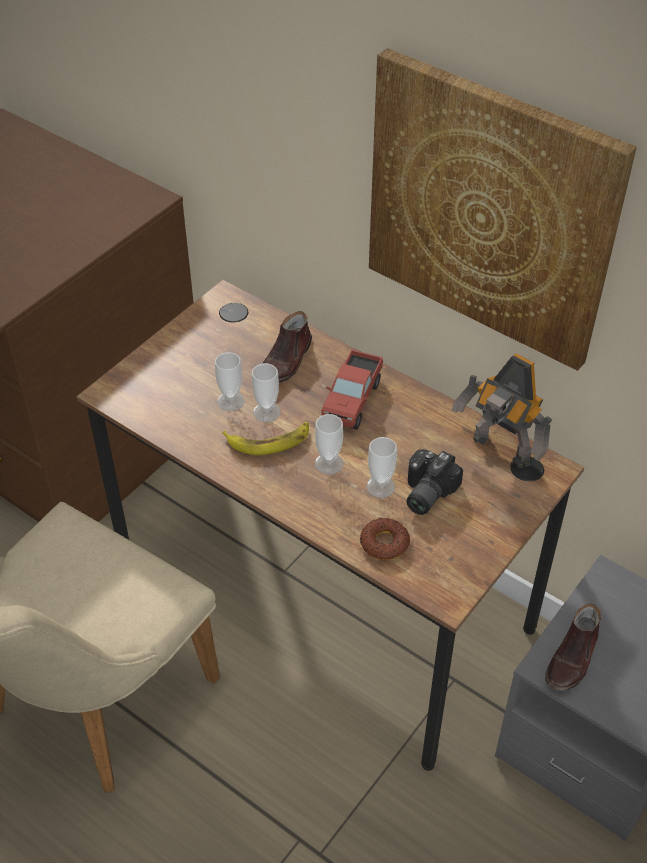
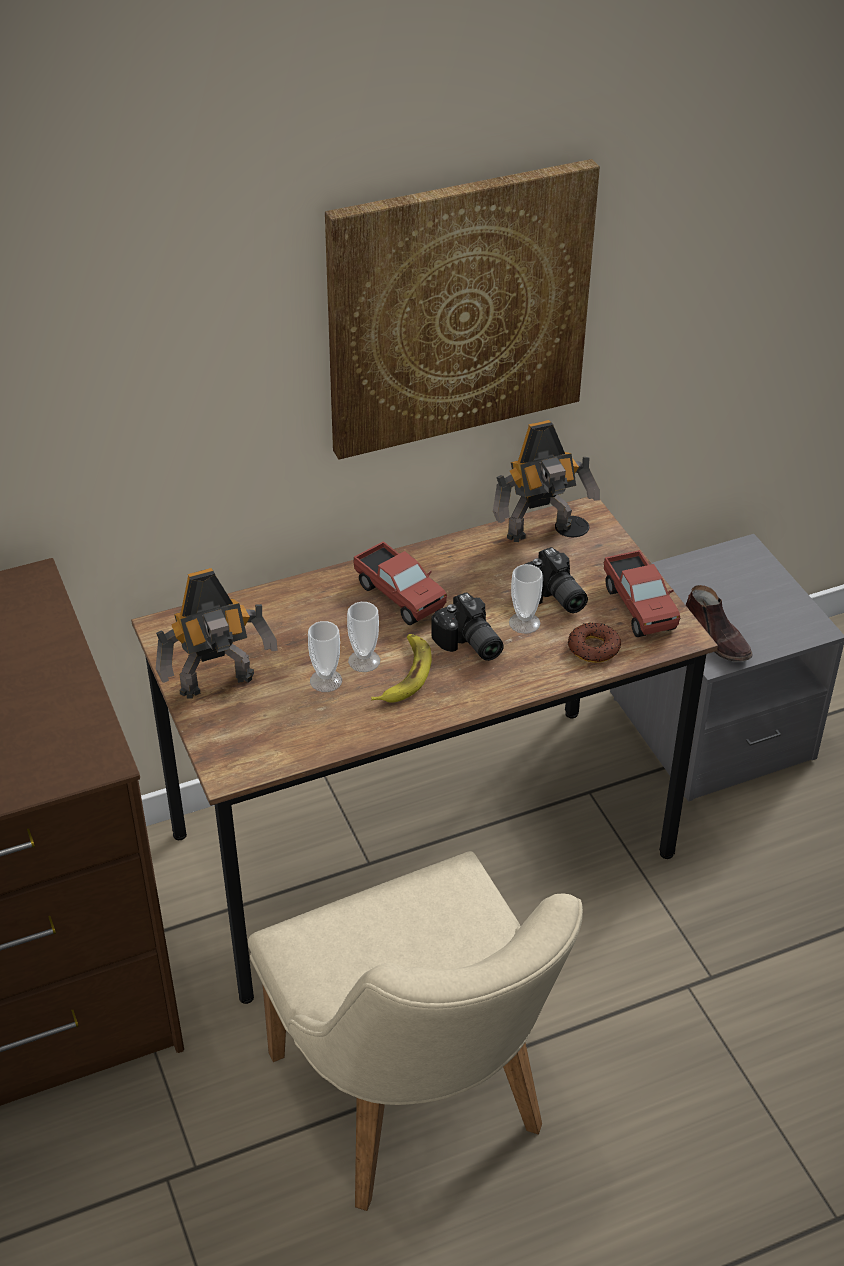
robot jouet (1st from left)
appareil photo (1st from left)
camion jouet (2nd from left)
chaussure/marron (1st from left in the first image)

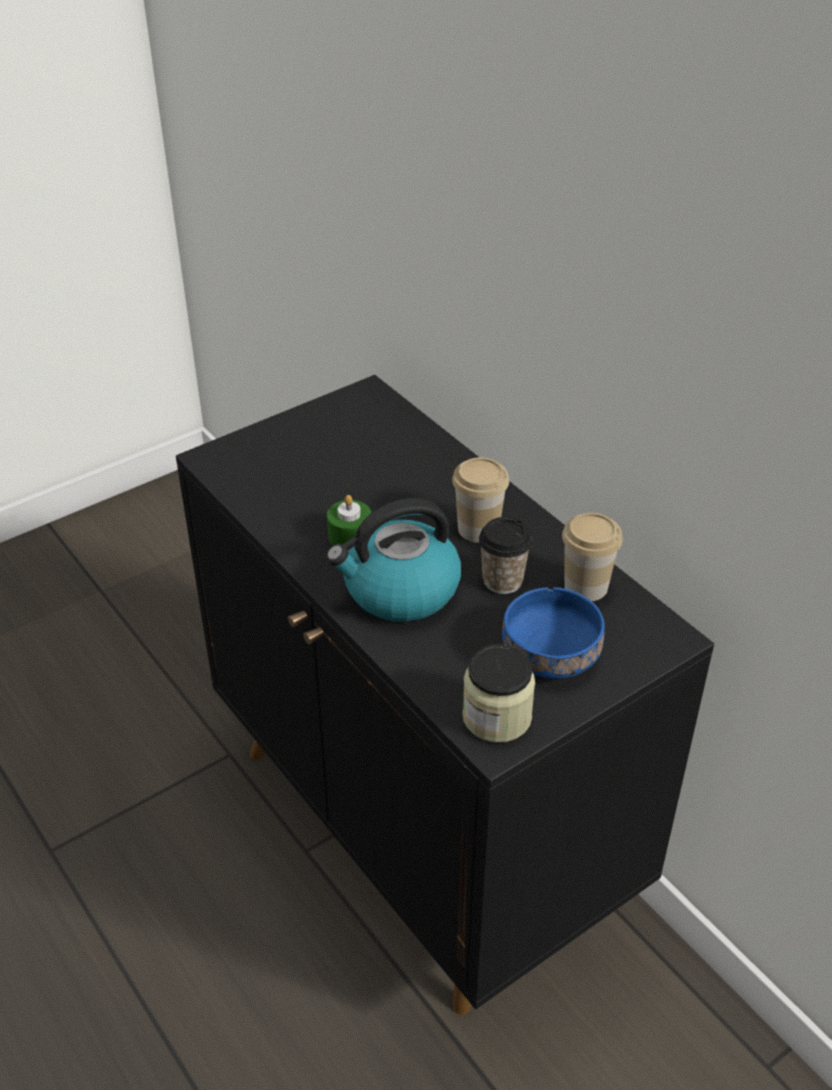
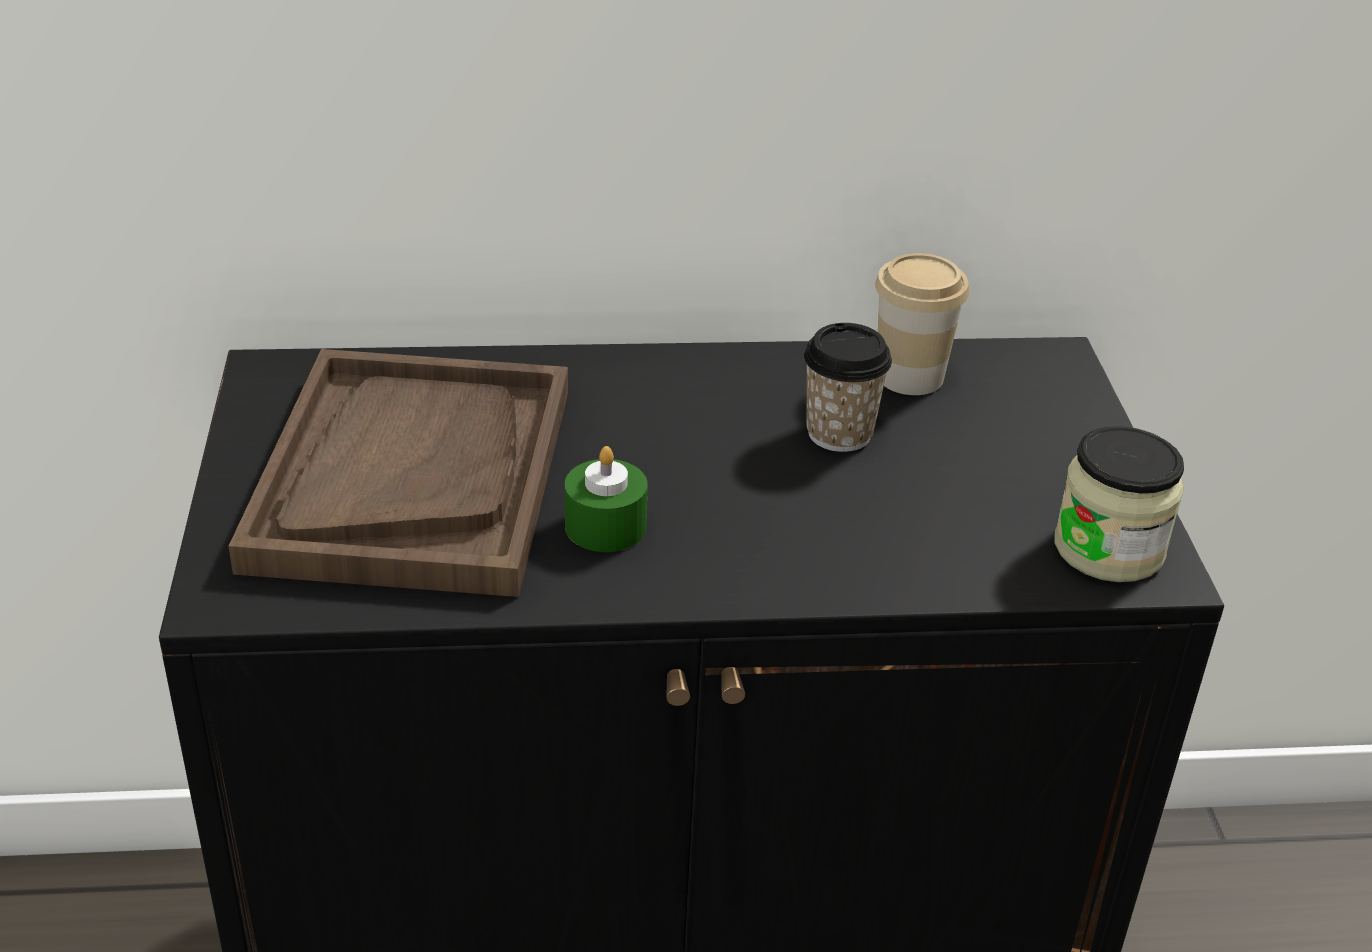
plateau/marron
bouilloire
tasse (1st from left in the first image)
bol/bleu

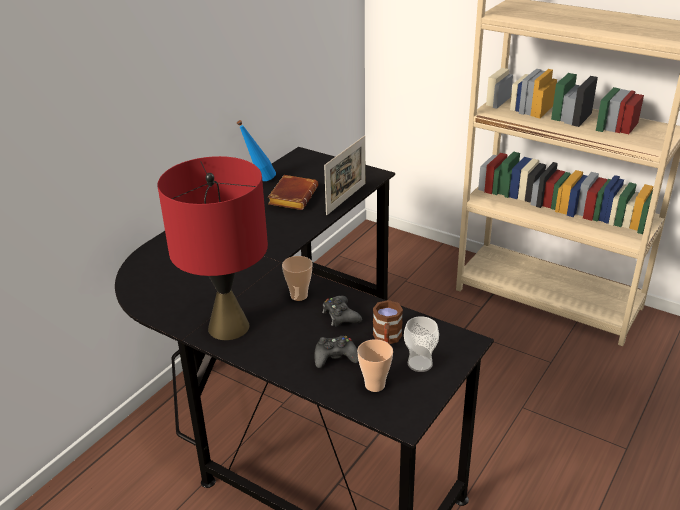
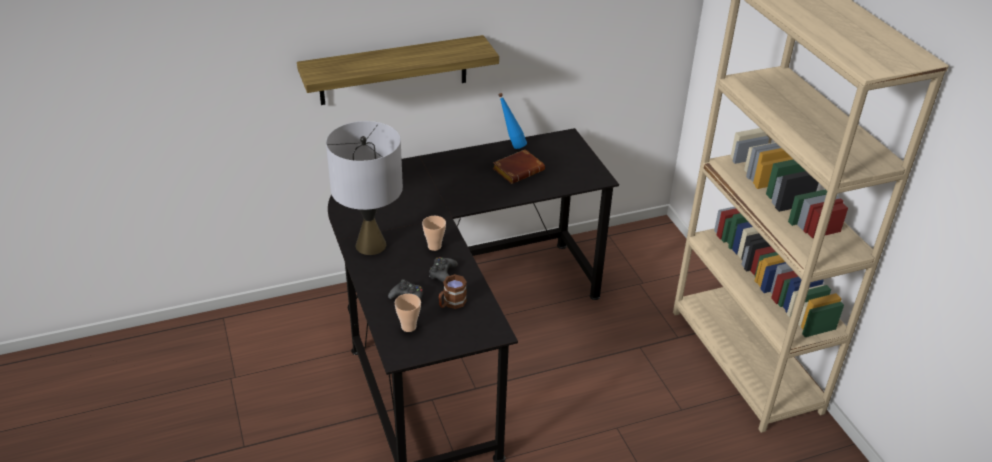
étagère
lampe de table/gris
cadre photo
tasse (3rd from left in the first image)

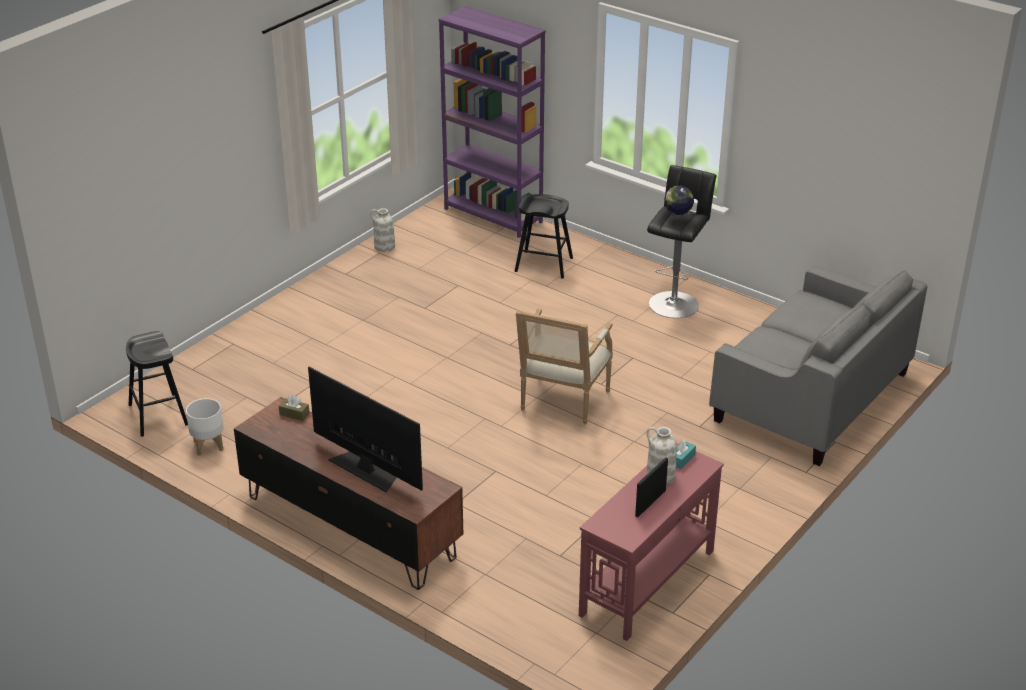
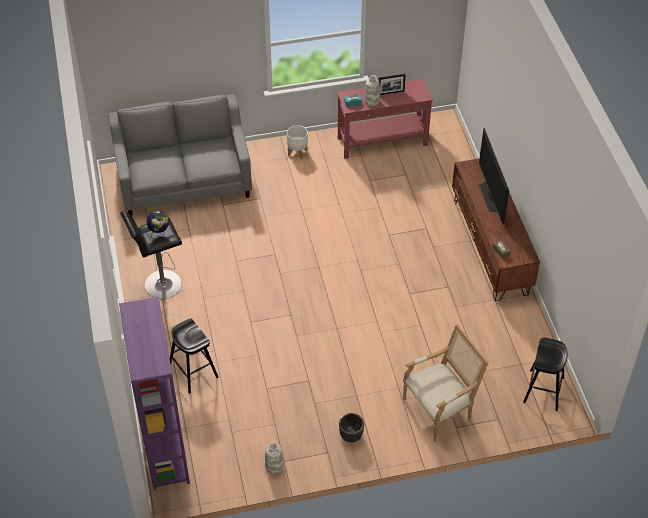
cache-pot/blanc
cache-pot/noir
fauteuil

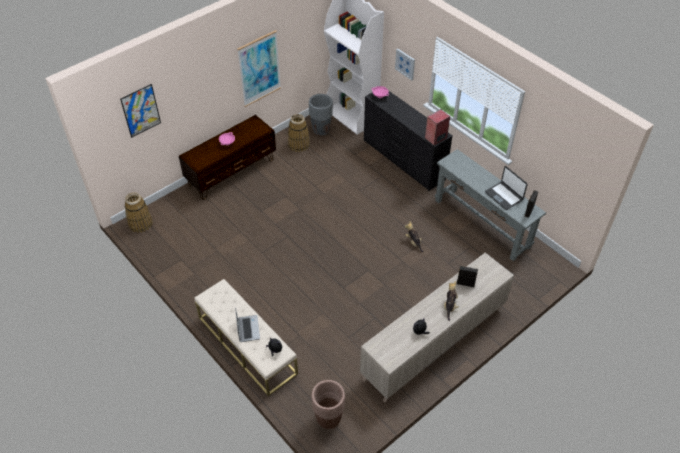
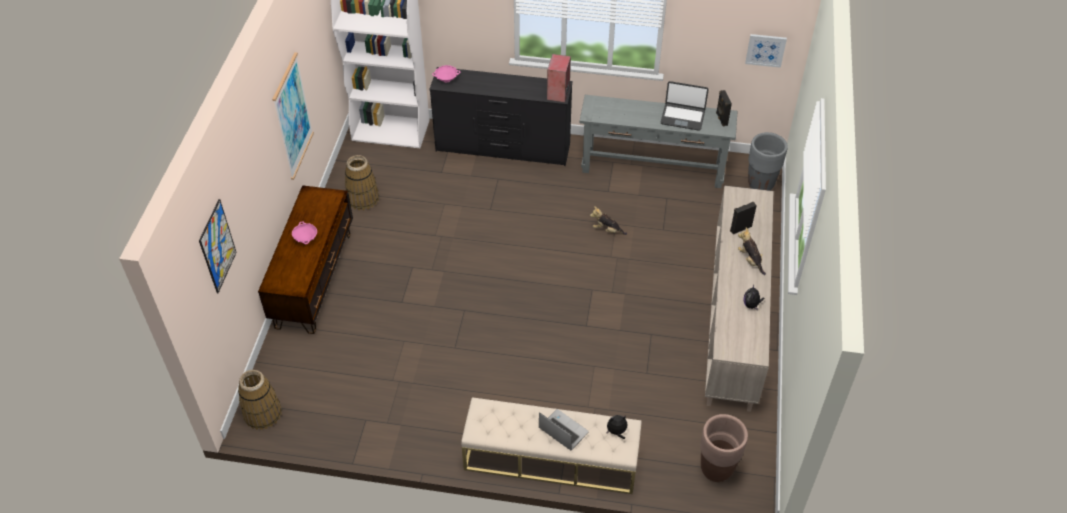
tableau (3rd from left)
cache-pot/gris

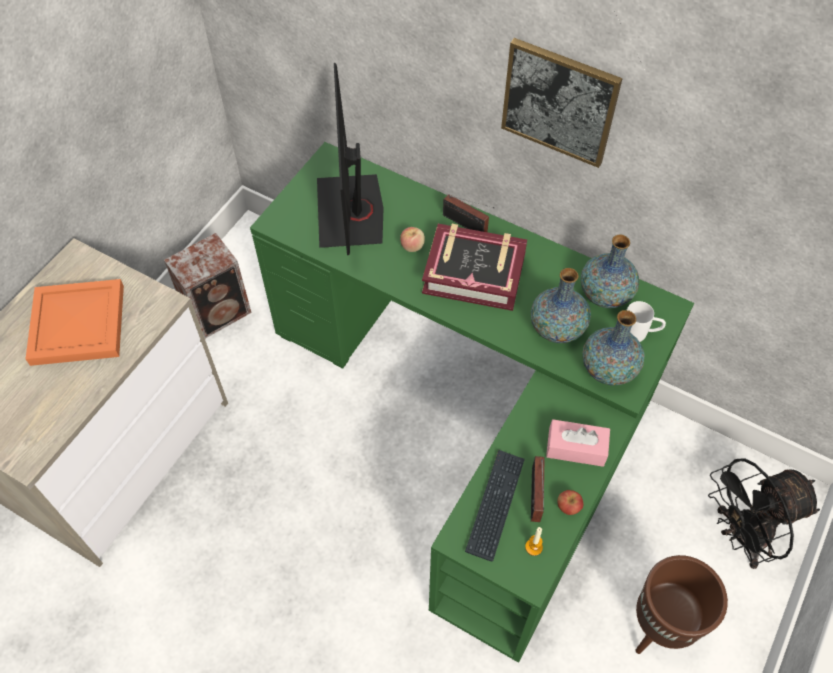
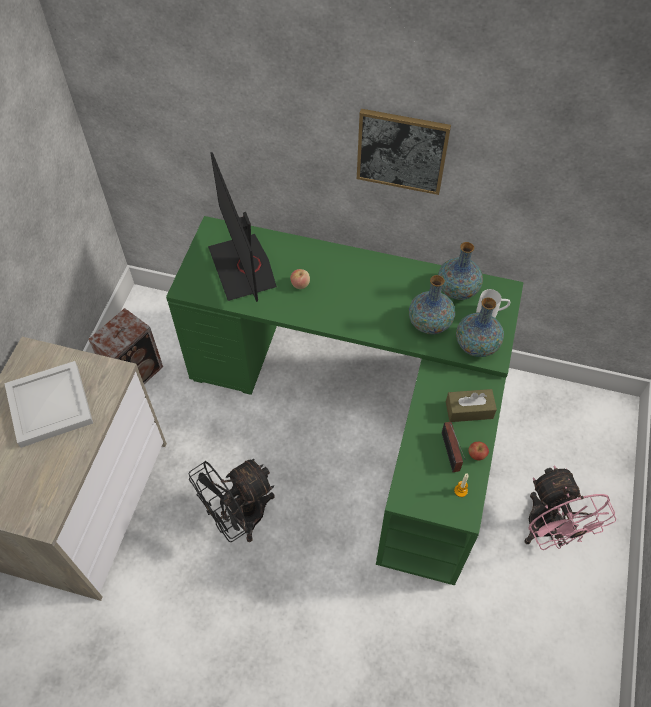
plateau/blanc
ventilateur/noir
boîte à mouchoirs/marron
ventilateur/rose
livre
radio (1st from left in the first image)
clavier

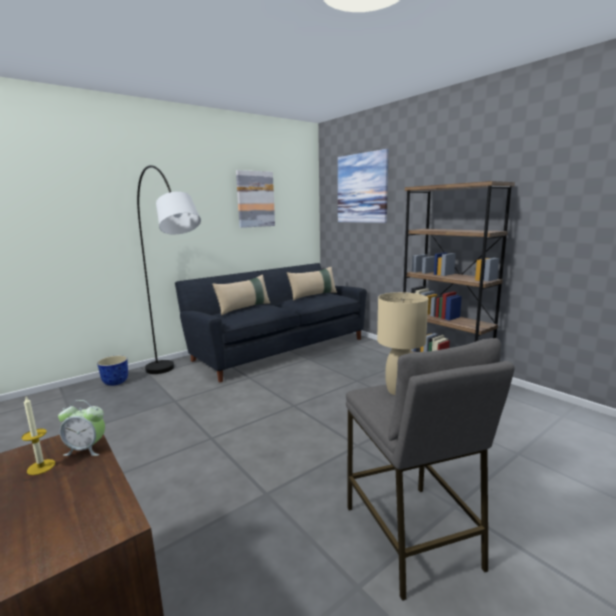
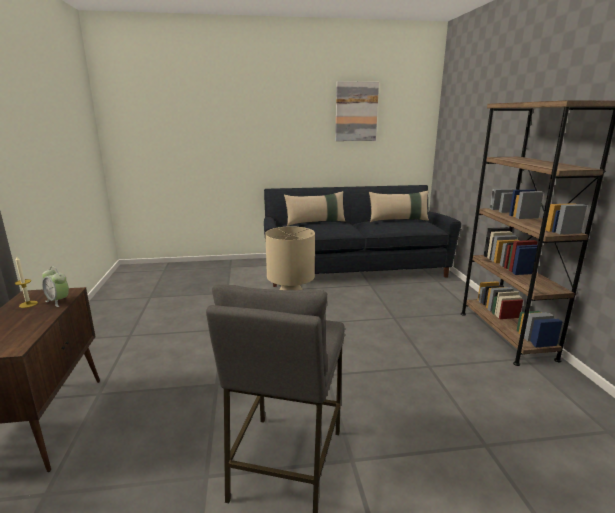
cache-pot
lampadaire/gris
tableau (2nd from left in the first image)

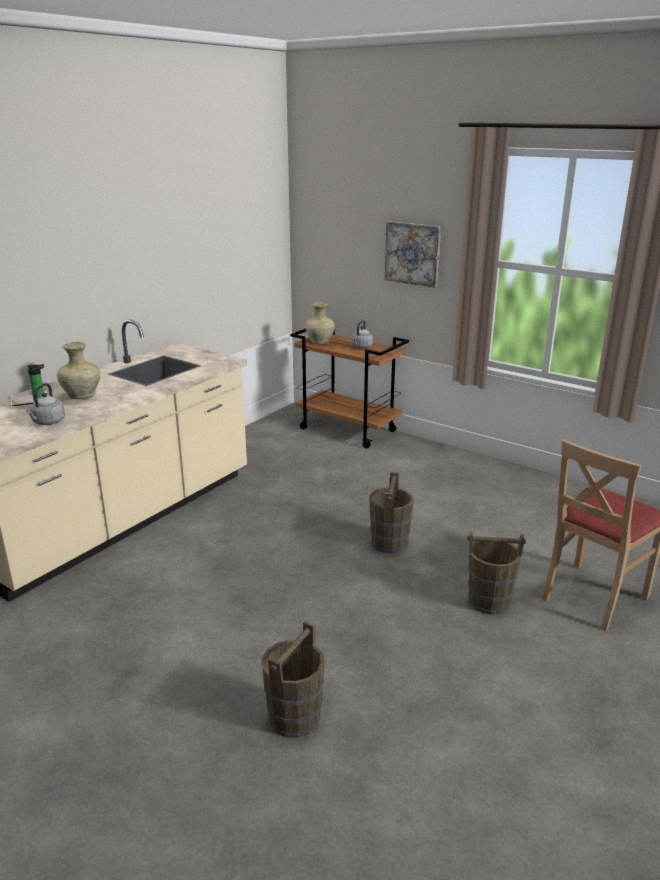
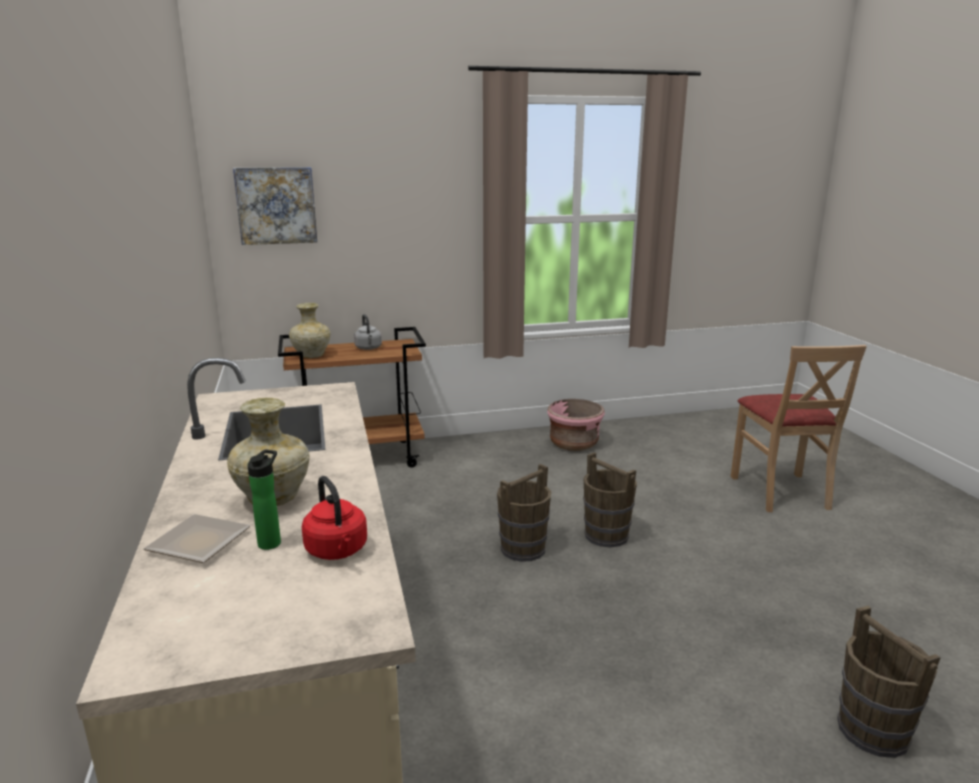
tableau
bouilloire/rouge
seau/marron (1st from left)
cache-pot/rose

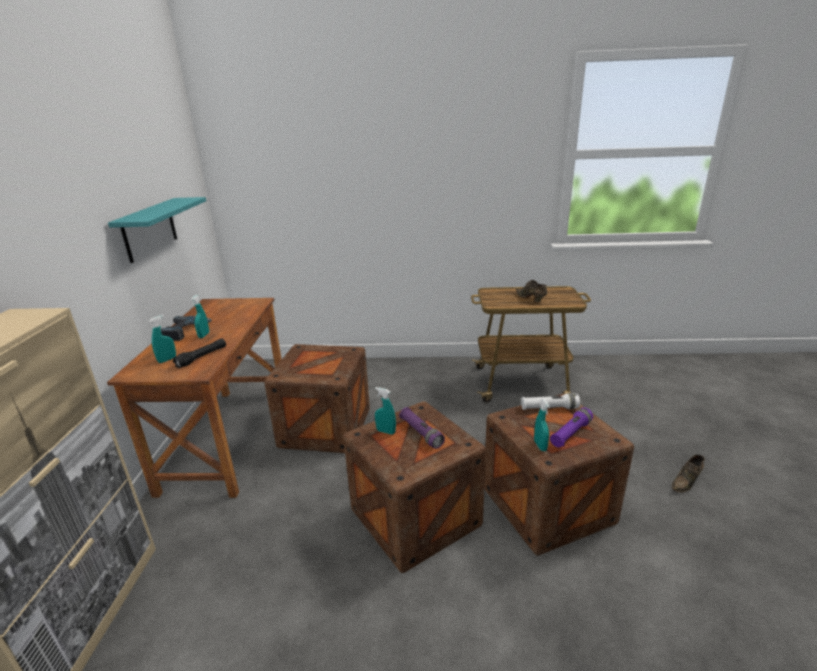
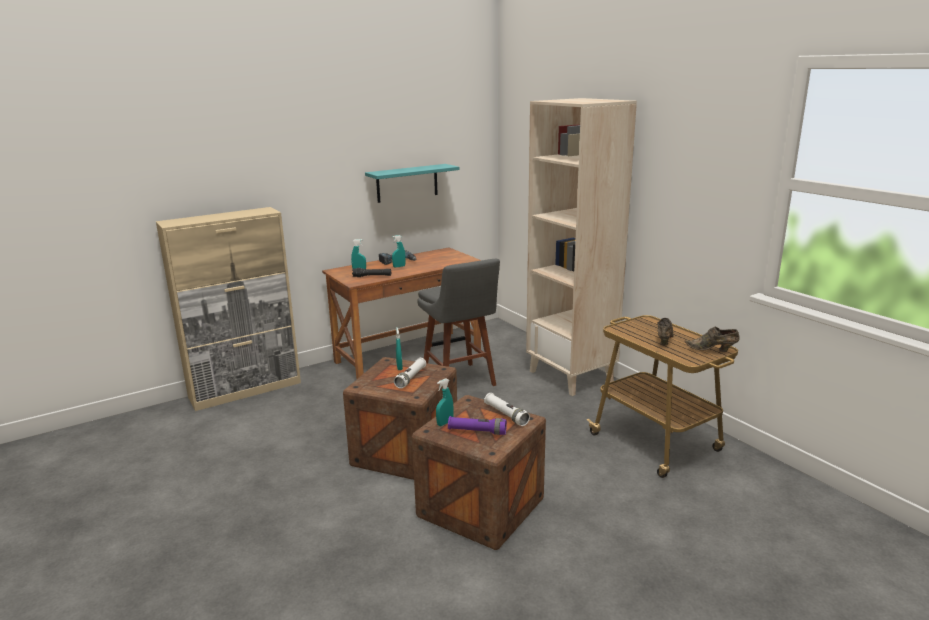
lampe de poche/blanc (1st from left)
tabouret/gris
bibliothèque/beige
chaussure/marron (2nd from left)

